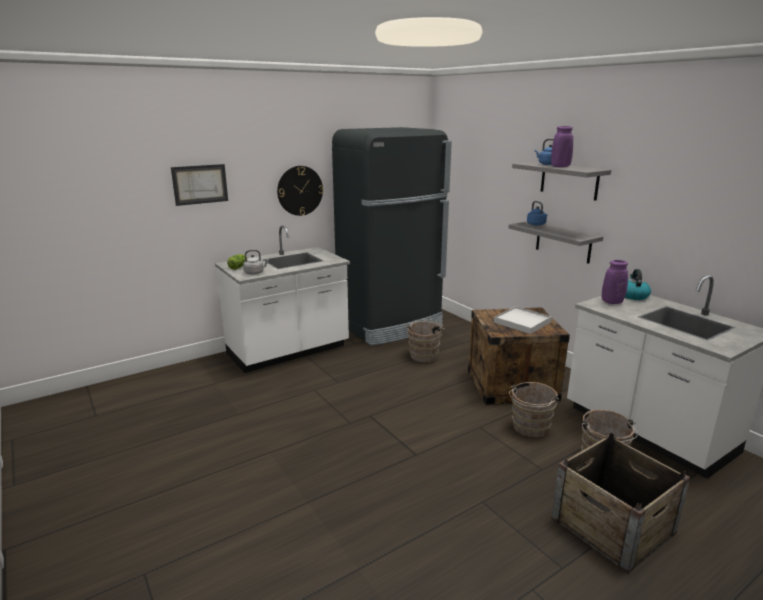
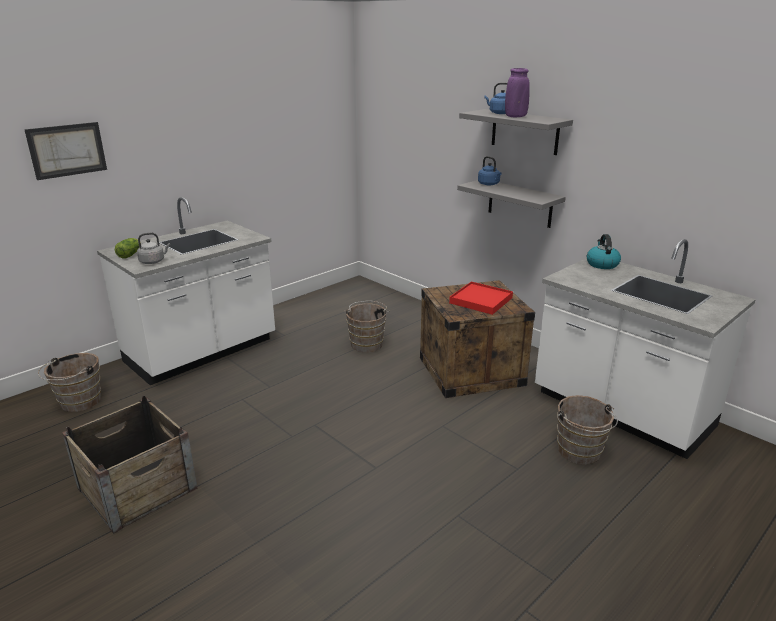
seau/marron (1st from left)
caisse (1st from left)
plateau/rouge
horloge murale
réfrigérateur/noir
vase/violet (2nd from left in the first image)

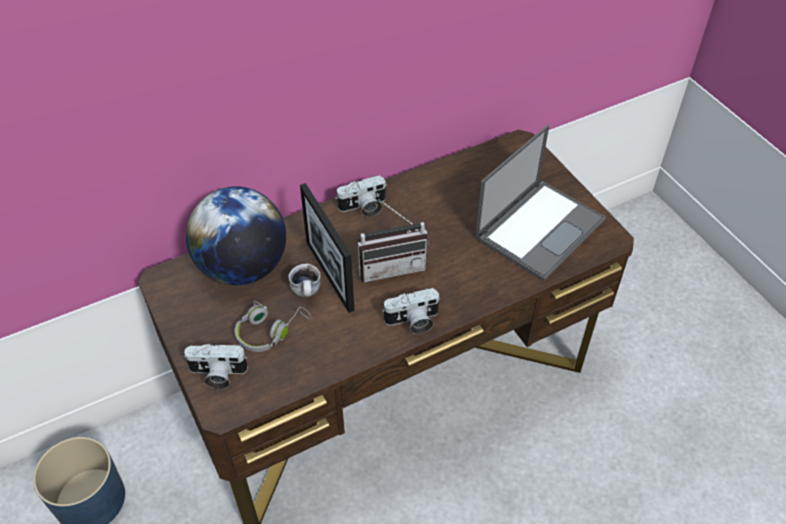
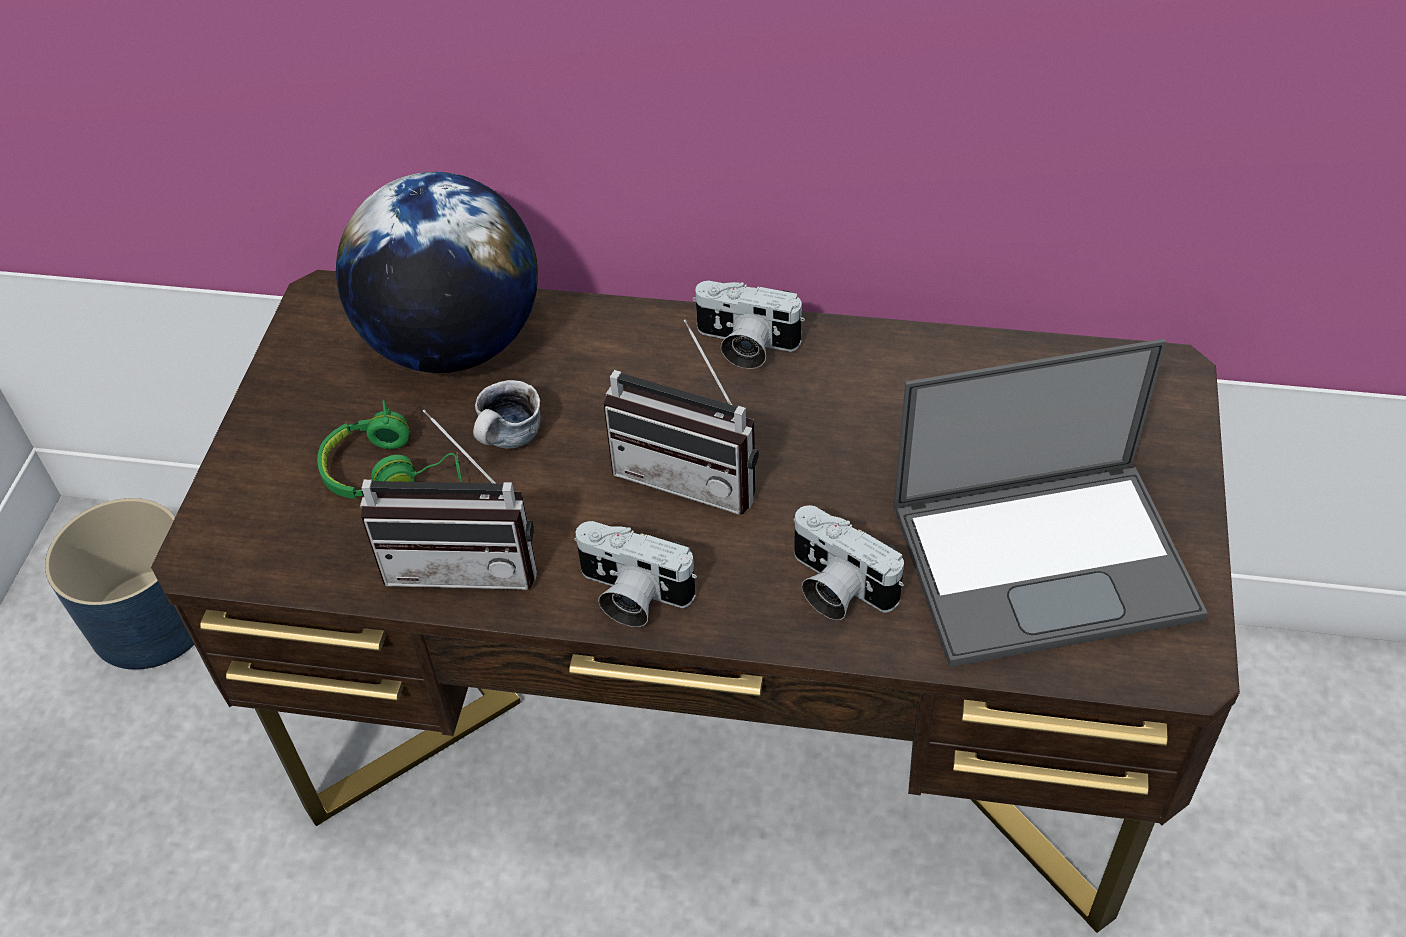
casque audio/vert
radio (1st from left)
appareil photo (3rd from left)
cadre photo

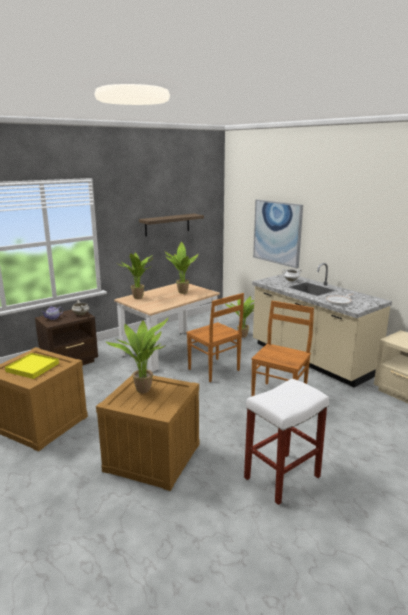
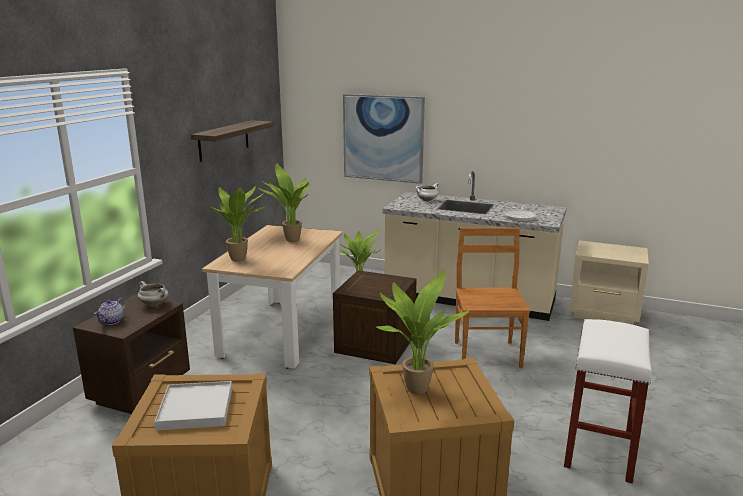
plateau/blanc
caisse (2nd from left)

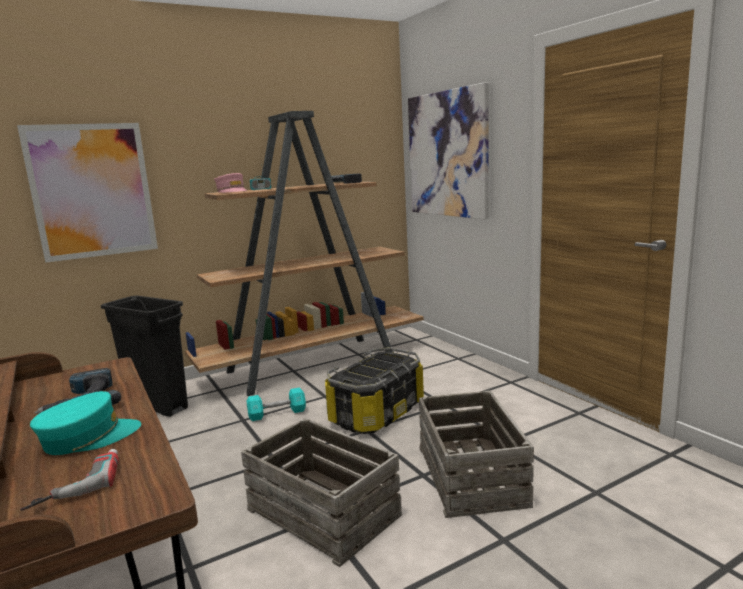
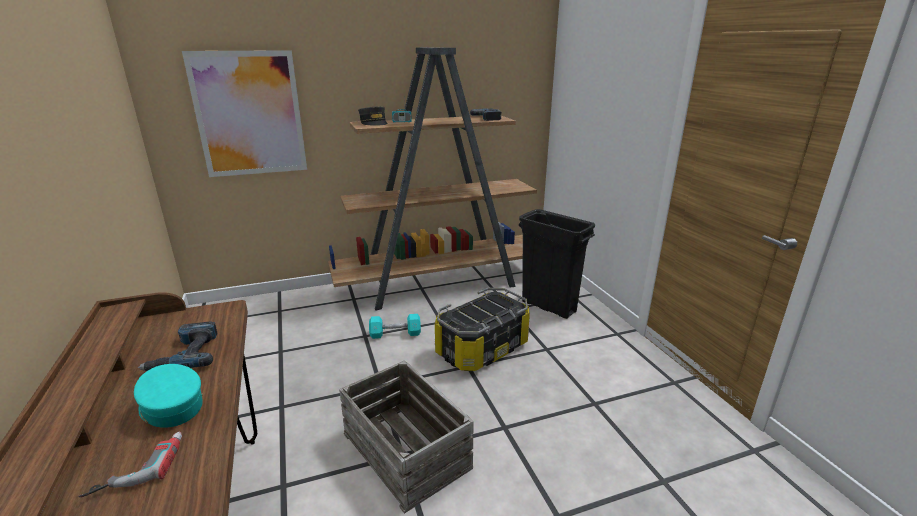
casquette/turquoise
casquette/gris
poubelle/noir
tableau (2nd from left in the first image)
caisse (2nd from left in the first image)

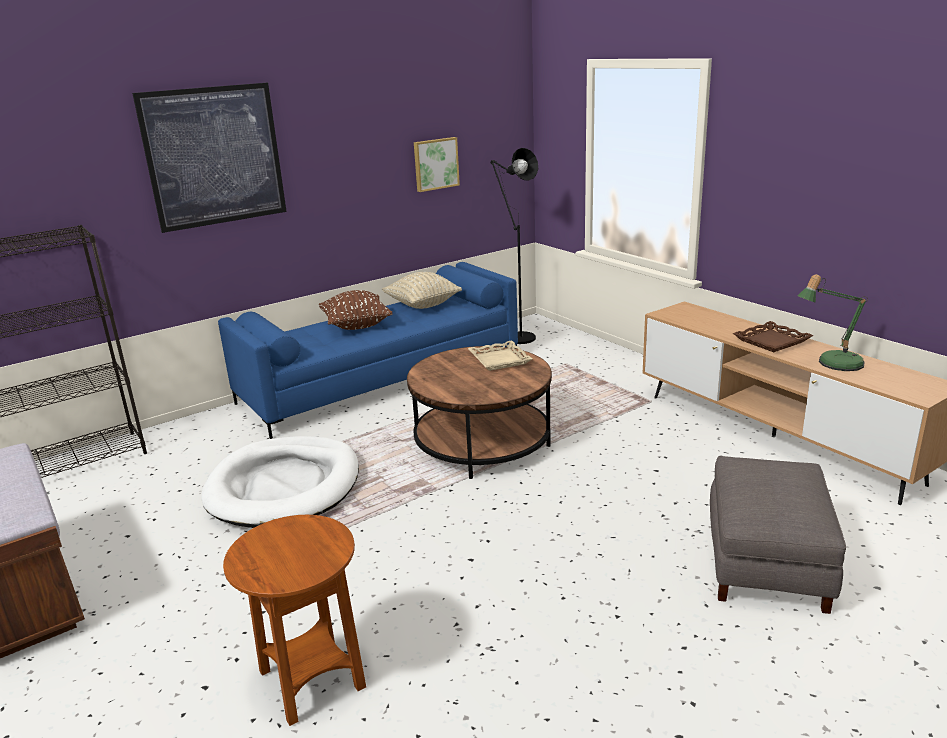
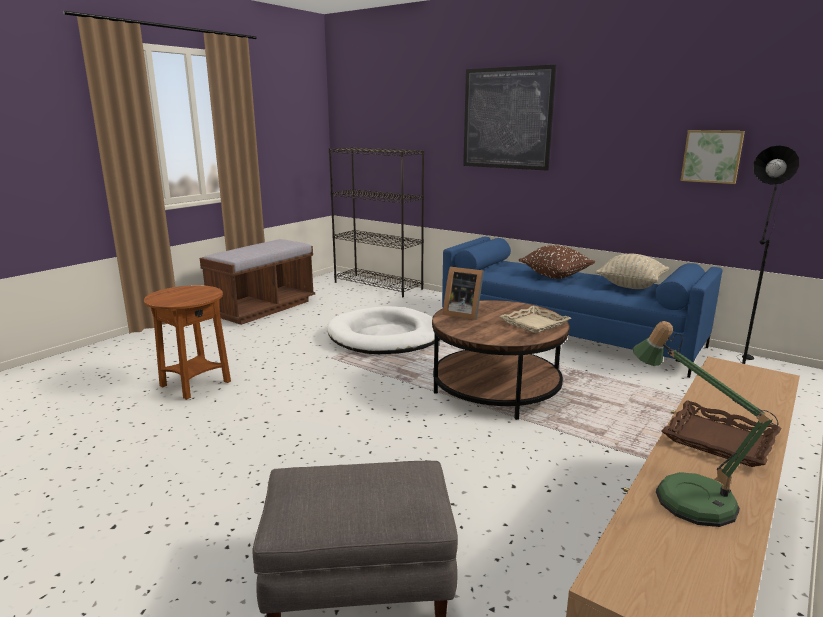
cadre photo

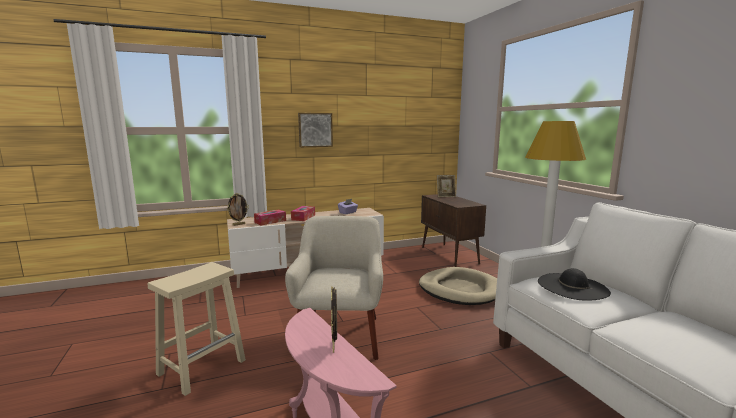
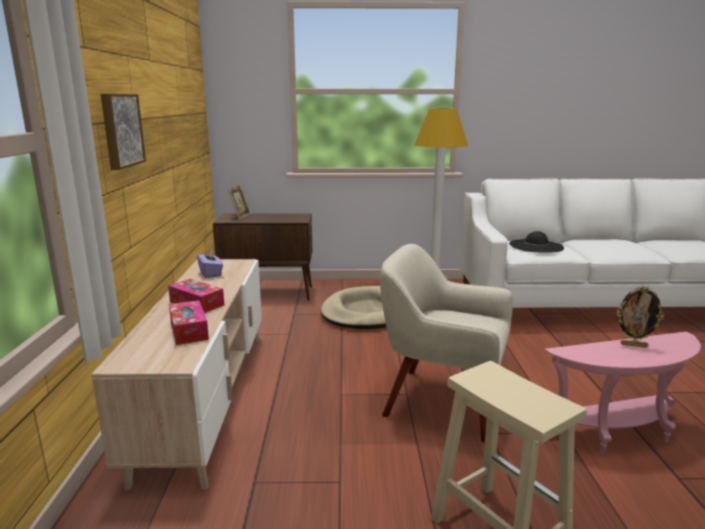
cadre photo (1st from left in the first image)

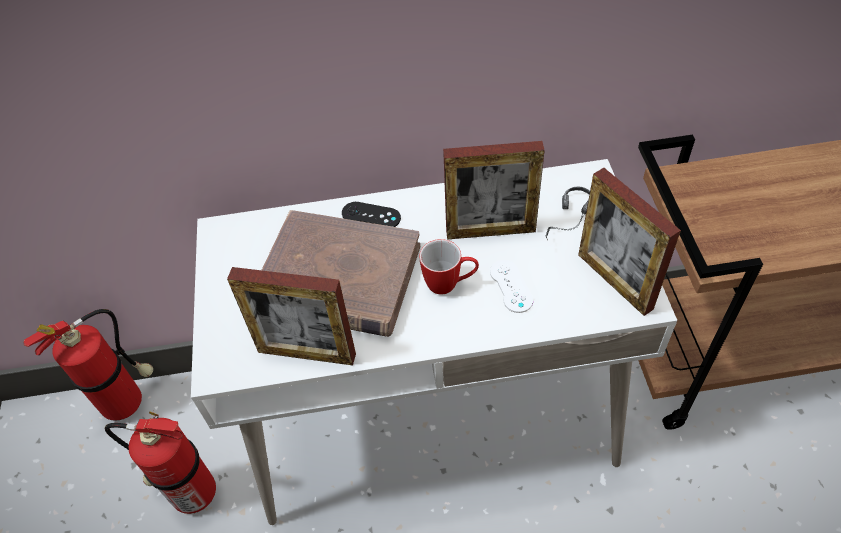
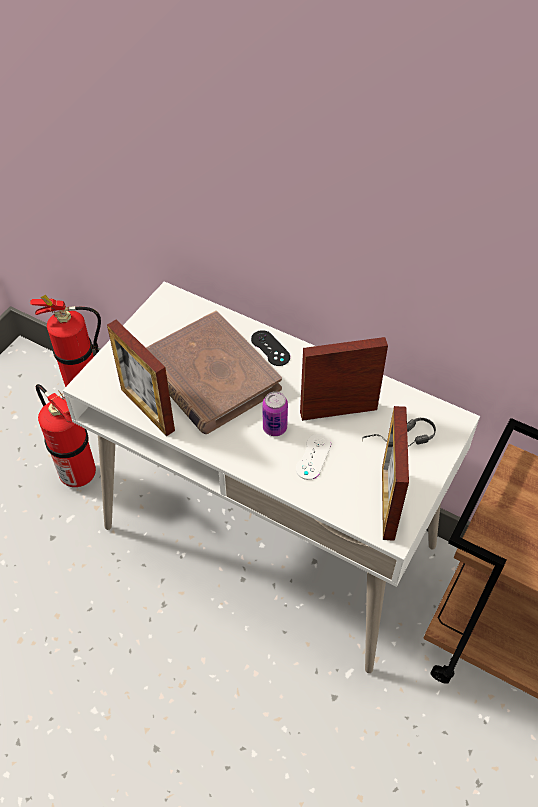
boîte métallique
cadre photo (2nd from left)

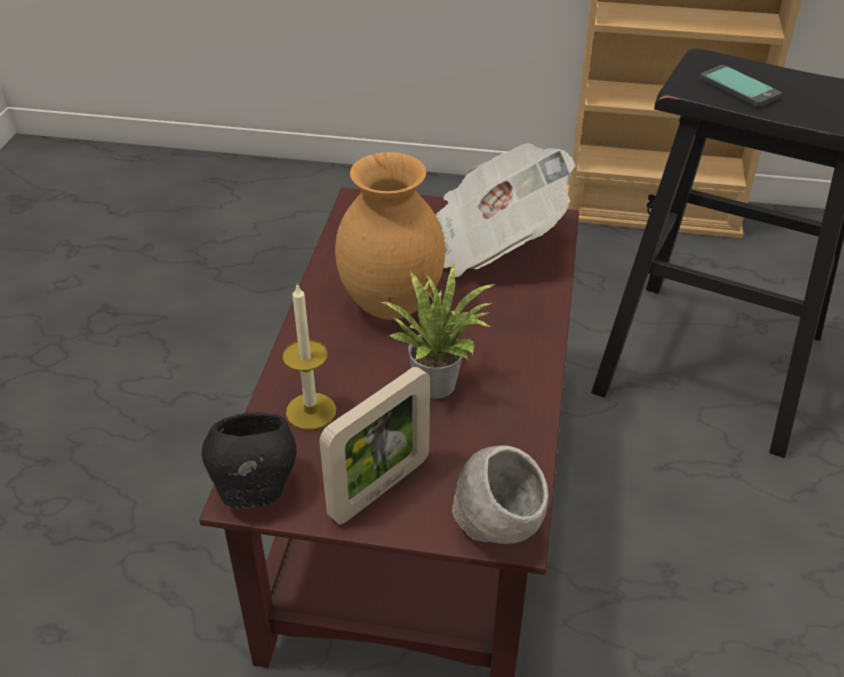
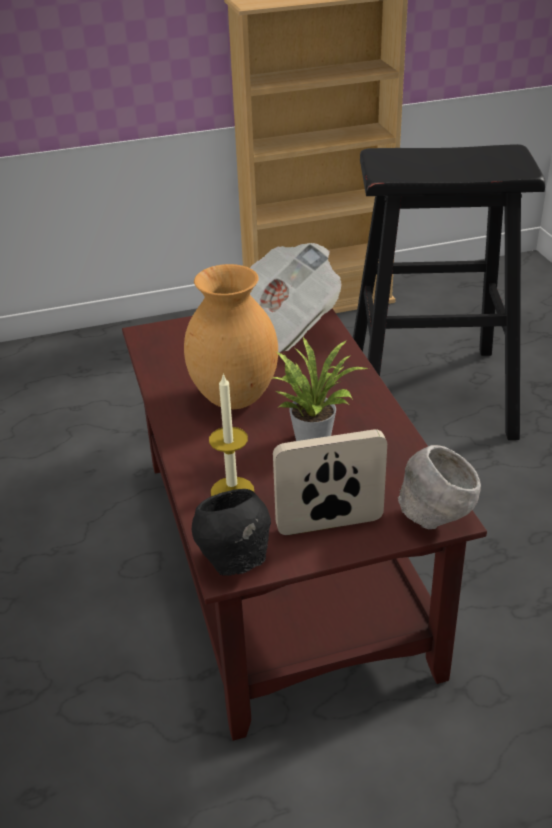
cadre photo
téléphone

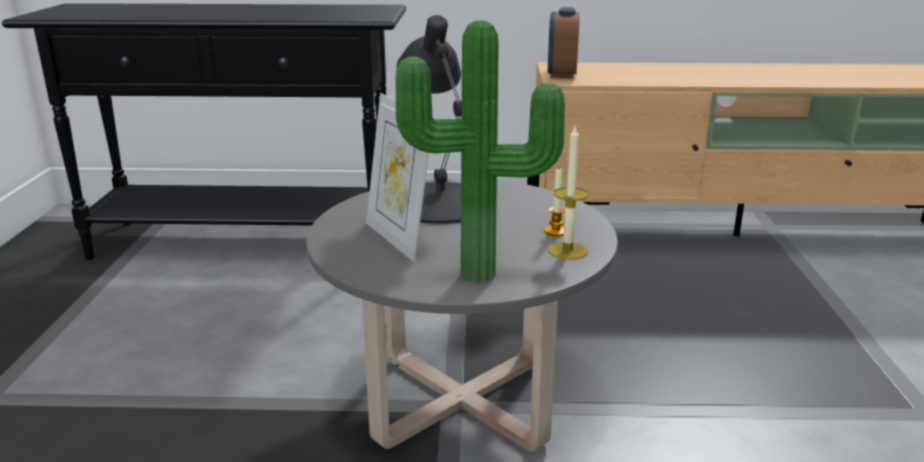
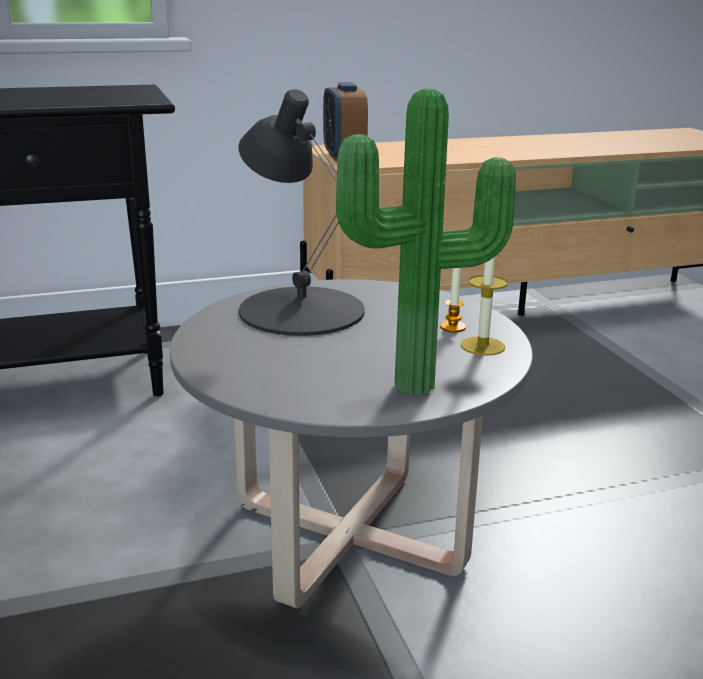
cadre photo

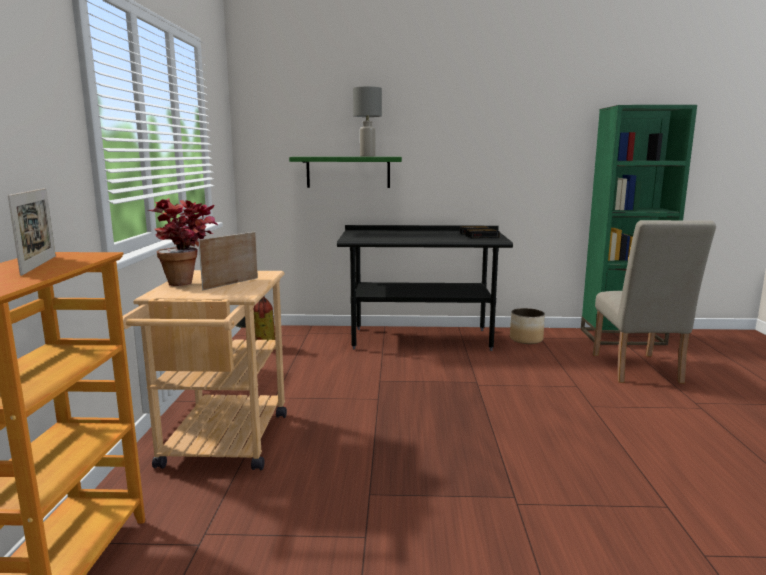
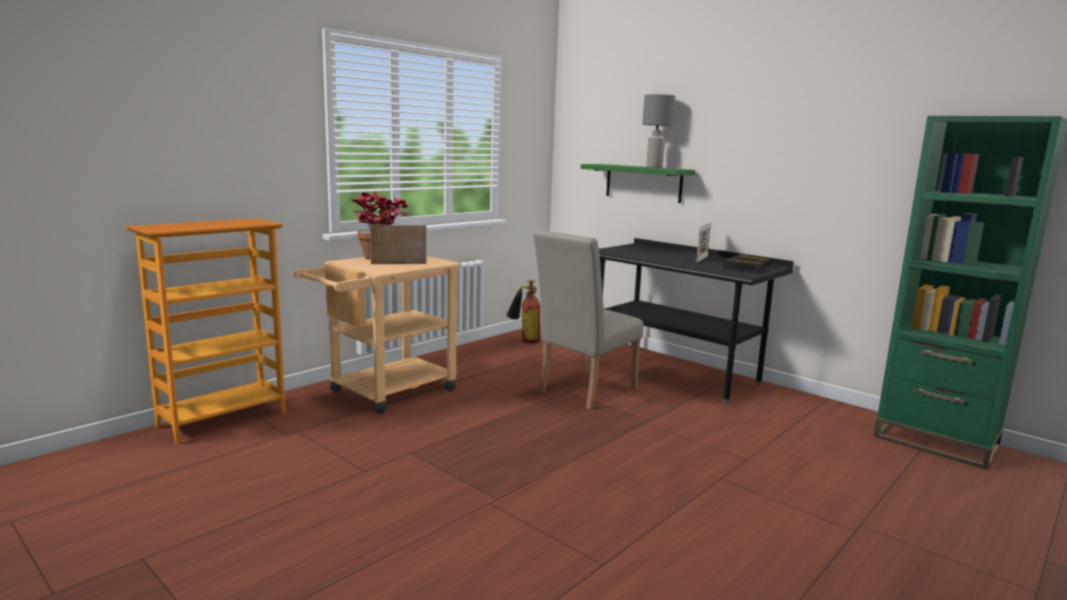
chaise/beige
cadre photo (2nd from left)
cache-pot

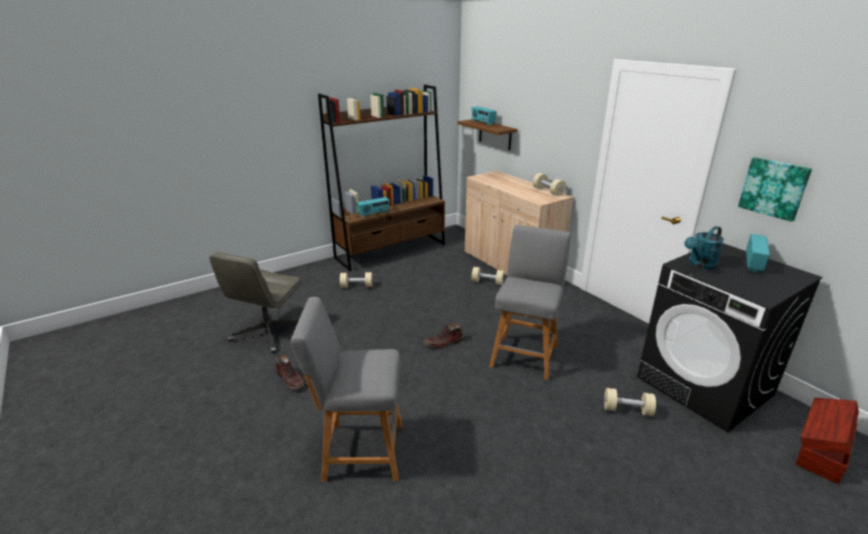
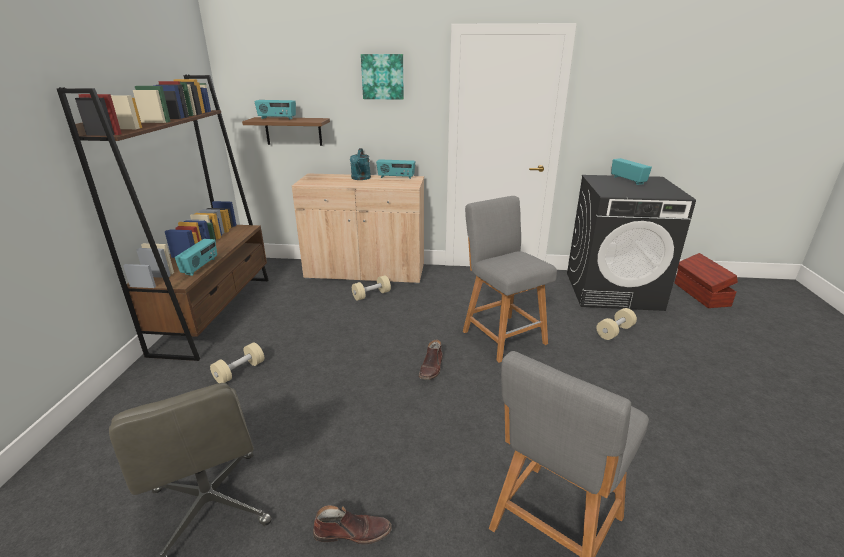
arrosoir/turquoise
tableau
radio (3rd from left)

